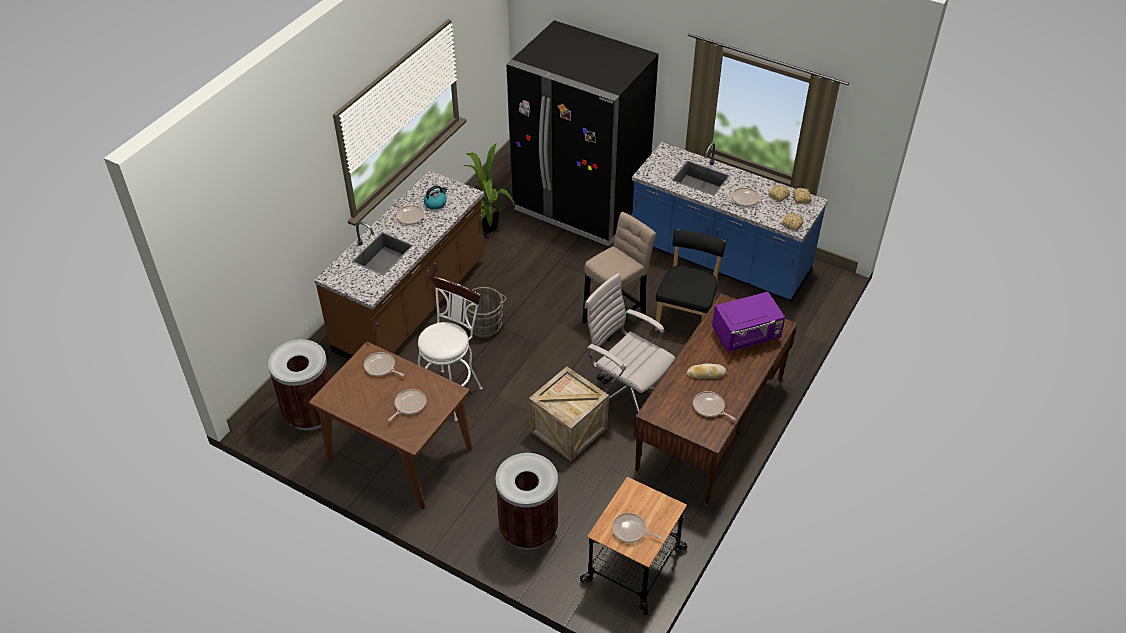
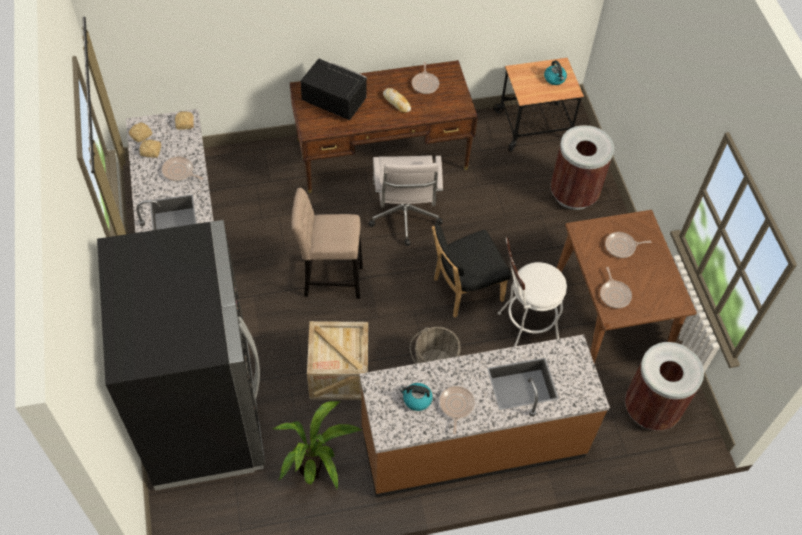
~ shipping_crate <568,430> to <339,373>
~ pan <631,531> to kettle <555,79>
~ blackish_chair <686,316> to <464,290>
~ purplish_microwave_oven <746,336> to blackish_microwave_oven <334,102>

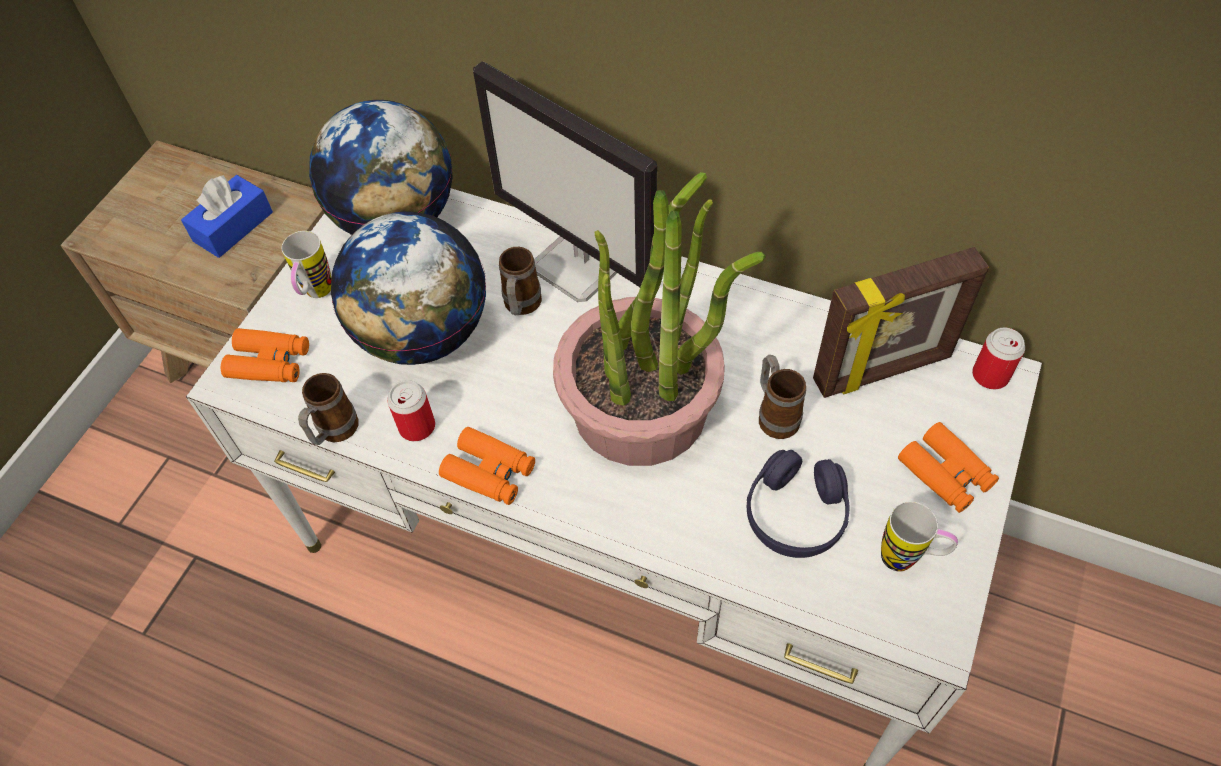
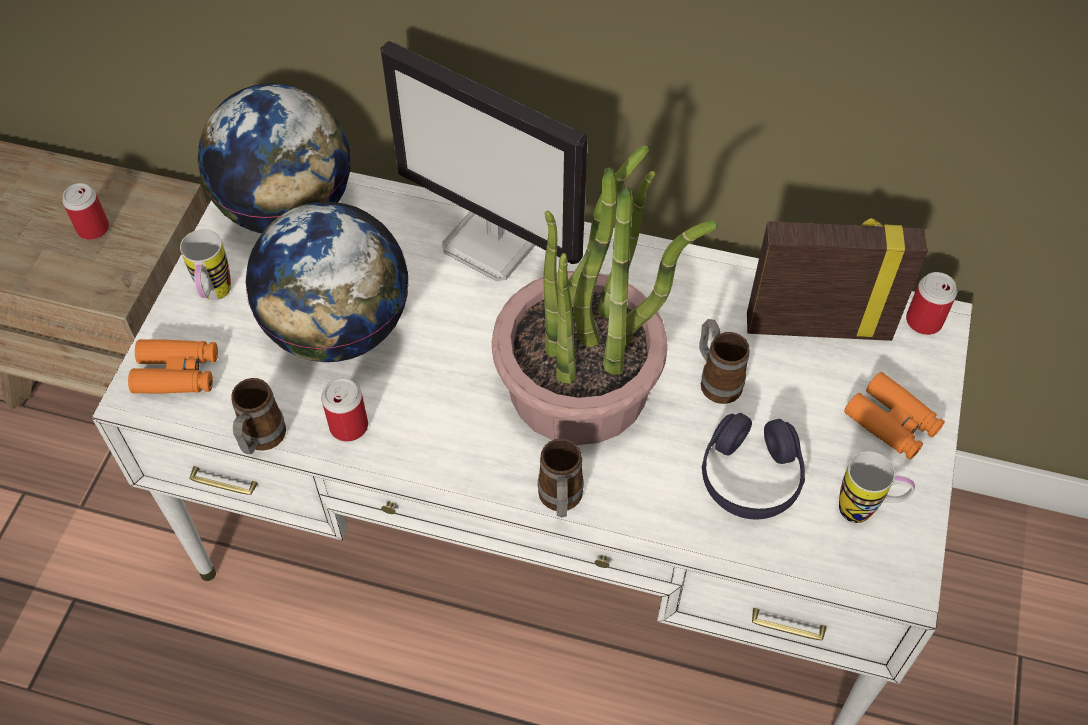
~ blue-coloured_tissue_holder <233,227> to sealed_can <93,228>
- orangey_pair_of_binoculars <489,472>
~ coffee_mug <521,307> to <560,501>
~ picture_frame <883,371> = <818,326> 150 degrees counterclockwise

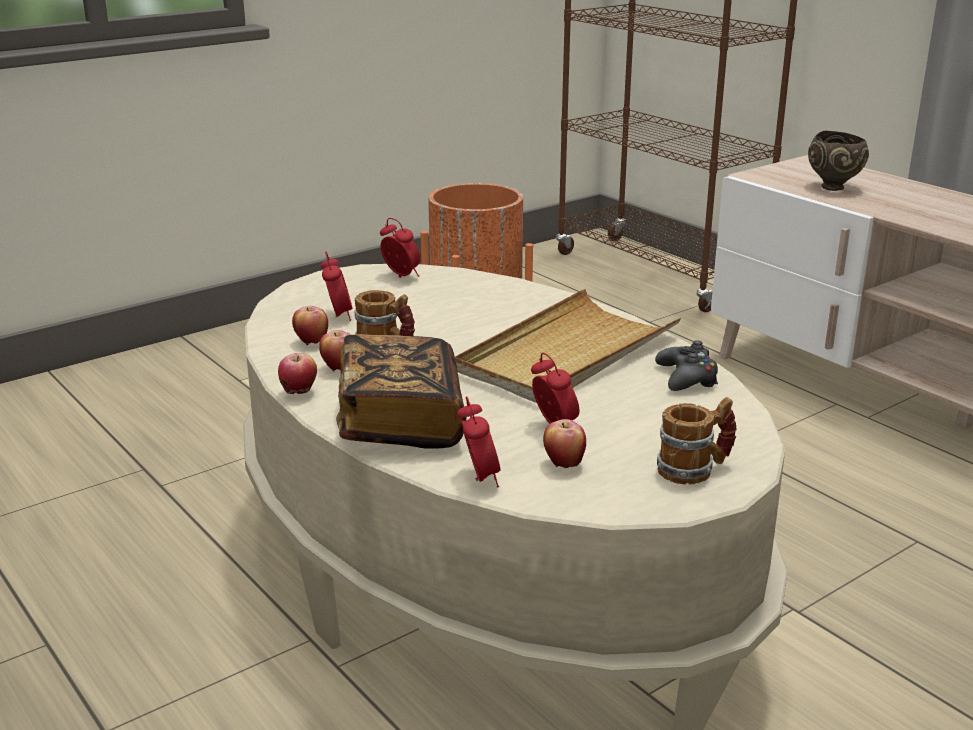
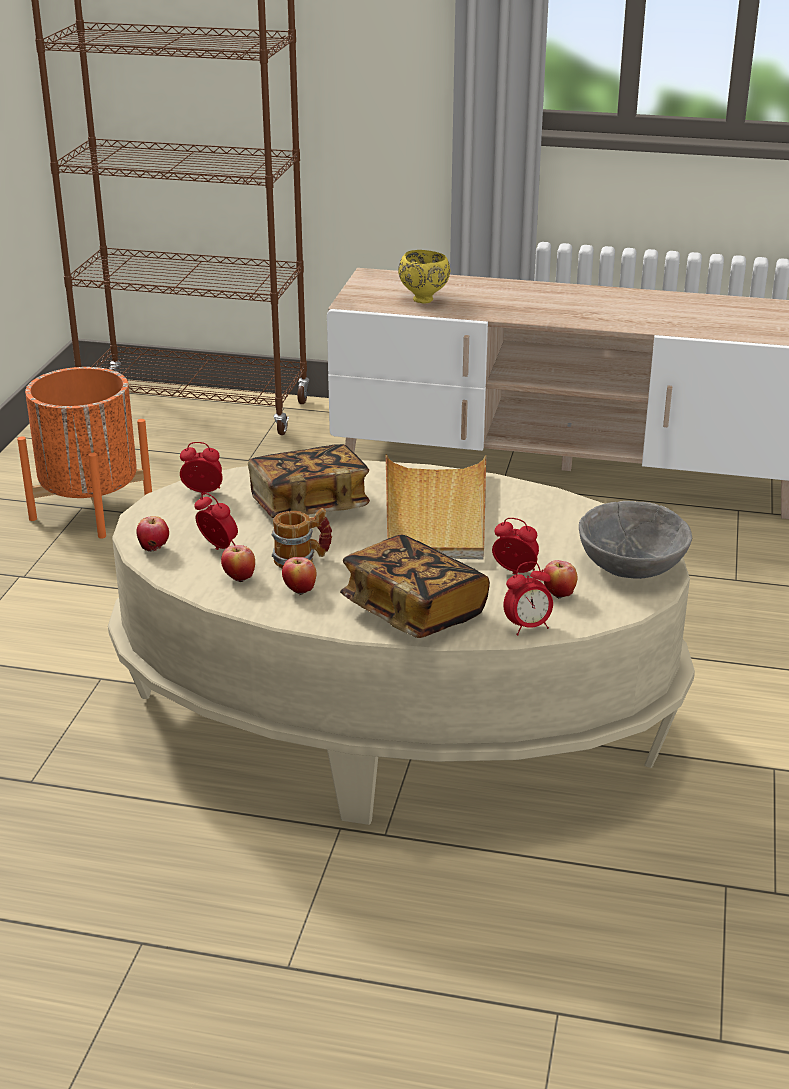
~ whole_apple <299,393> to <154,549>
~ table_clock <479,479> = <527,627> 120 degrees clockwise
- blackish_gamepad <686,378>
~ coffee_mug <695,469> to grey_serving_bowl <632,564>
~ brownish_serving_bowl <834,188> to yellow-coloured_serving_bowl <424,300>
+ volume <309,505>

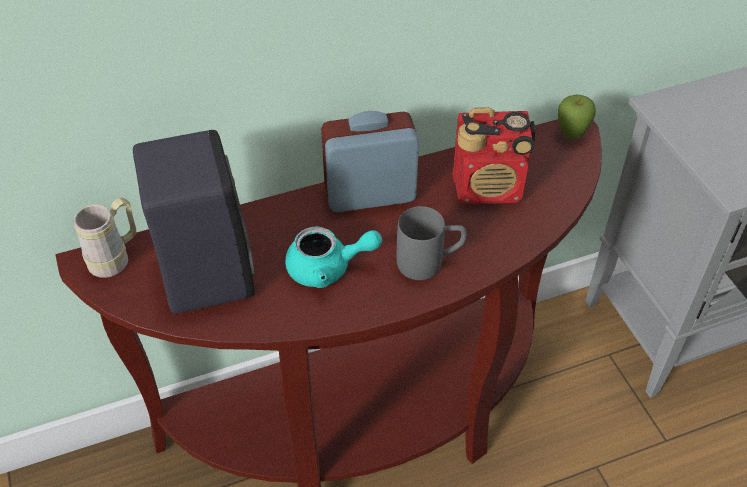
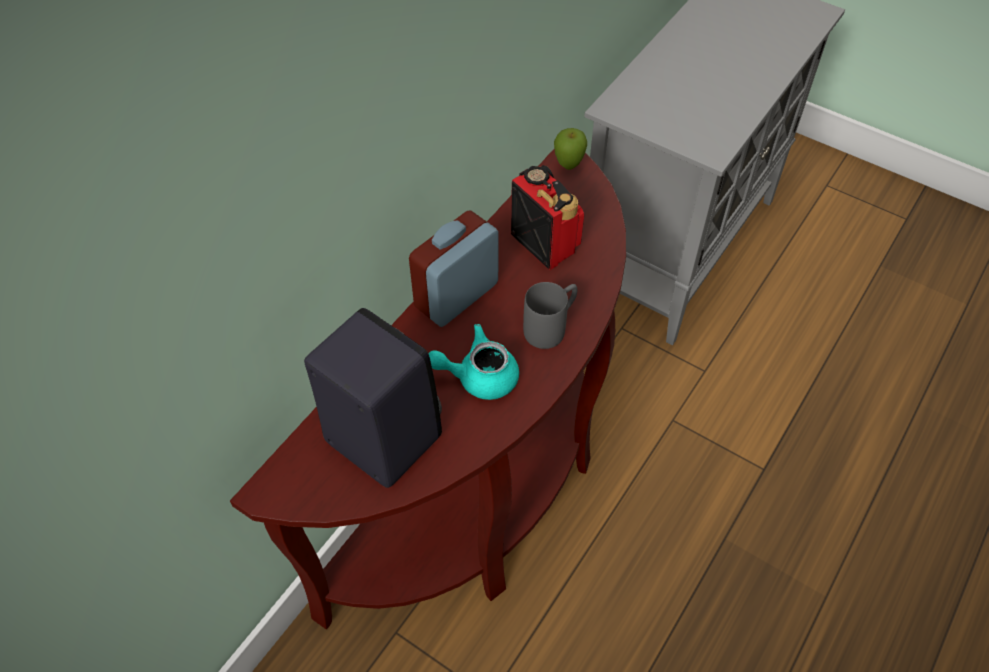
- sand-coloured_coffee_mug <116,258>
~ turquoise_tea_pot <328,268> = <478,376> 150 degrees counterclockwise
~ radio_receiver <489,188> = <544,242> 90 degrees counterclockwise

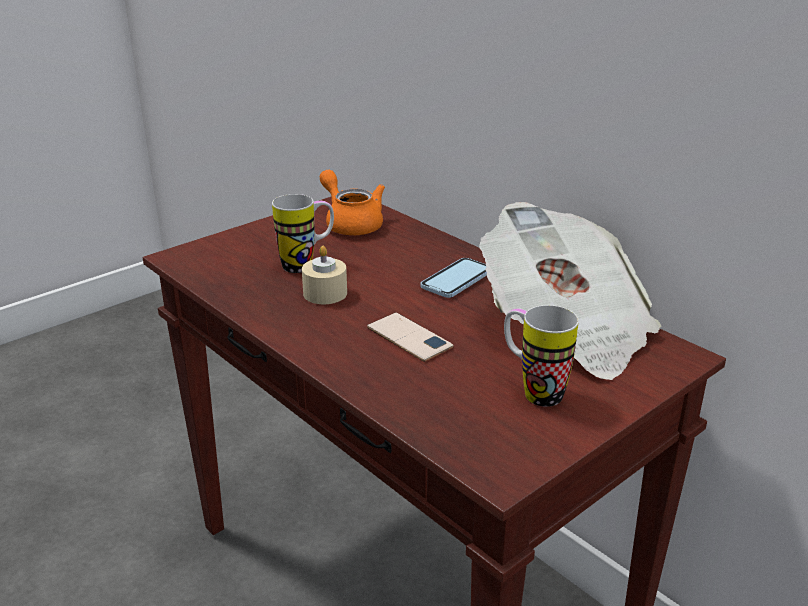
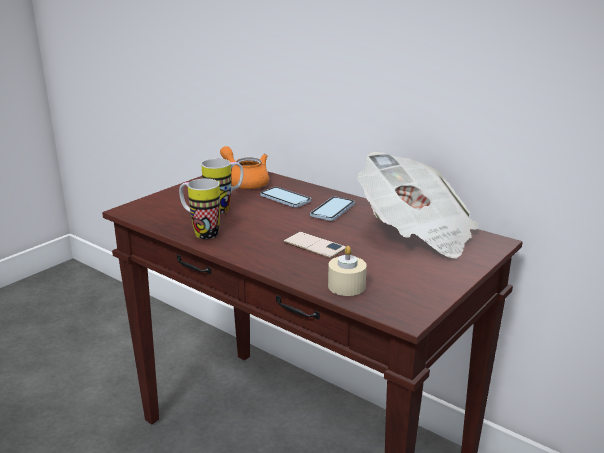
~ sand-coloured_wax_light <325,293> to <346,286>
~ coffee_mug <532,390> to <200,232>
+ handset <285,199>

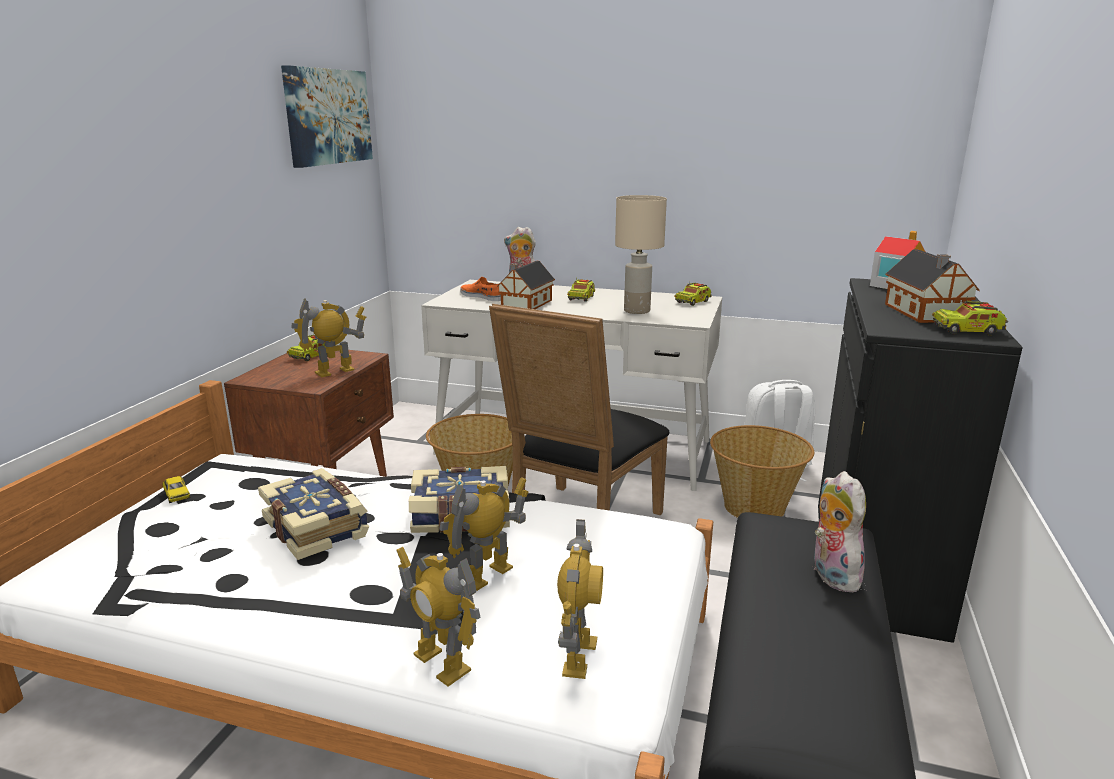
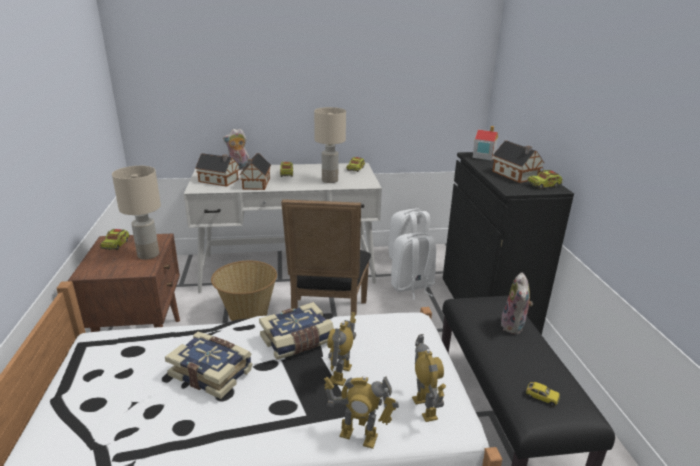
~ model_car <177,494> to <542,397>
- picture <328,116>
~ robot_figure <335,371> to sand-coloured_table_lamp <148,255>
~ orangey_shoe <481,296> to miniature_house <219,181>
~ basket <754,508> to white-coloured_knapsack <412,287>
~ plush_toy <830,575> = <514,326> 135 degrees counterclockwise

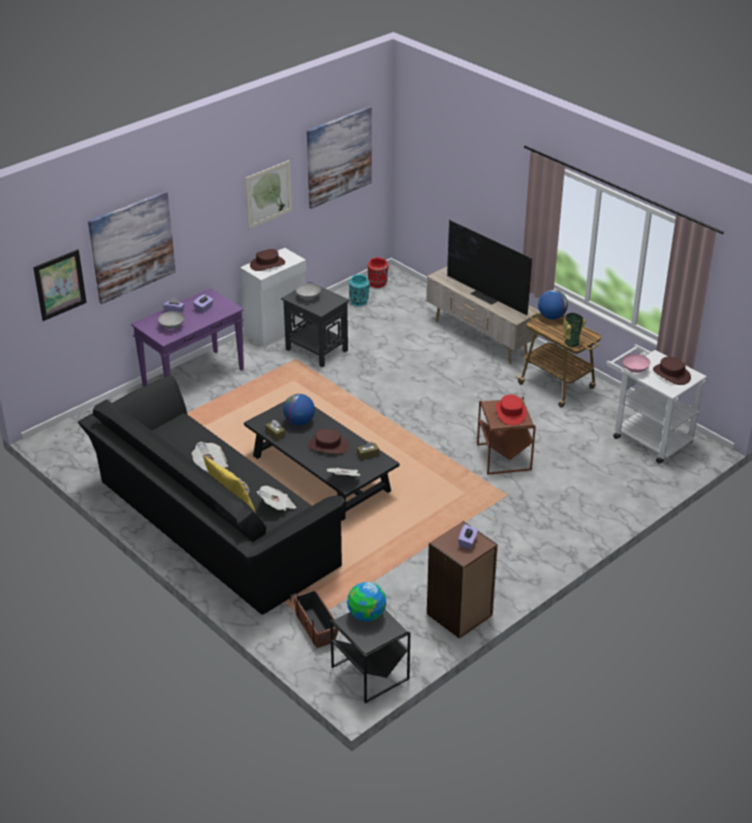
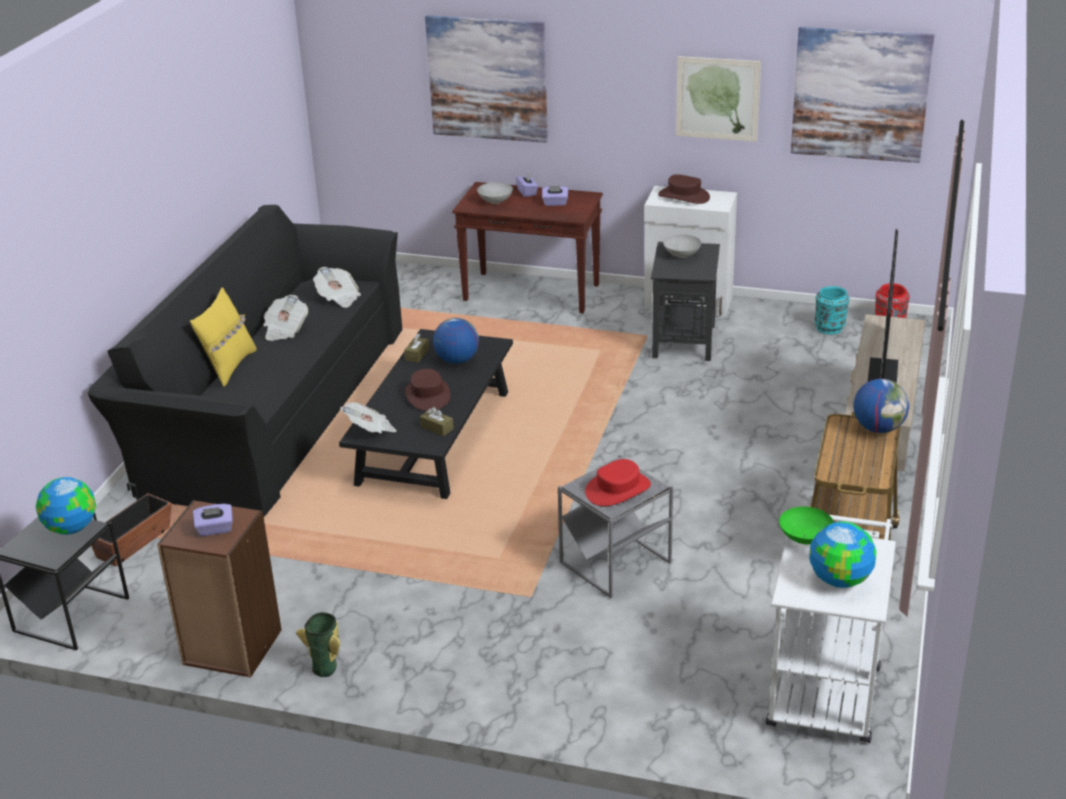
- picture <60,284>
~ purplish_narrow_table <194,377> to brownish_narrow_table <532,293>
~ newspaper <277,506> to <338,298>
~ brownish_side_table <504,457> to grey_side_table <616,563>
~ vase <571,342> to <326,666>
~ pink-coloured_serving_bowl <635,370> to green-coloured_serving_bowl <806,539>
~ brownish_wearable_hat <671,374> to world_globe <839,579>

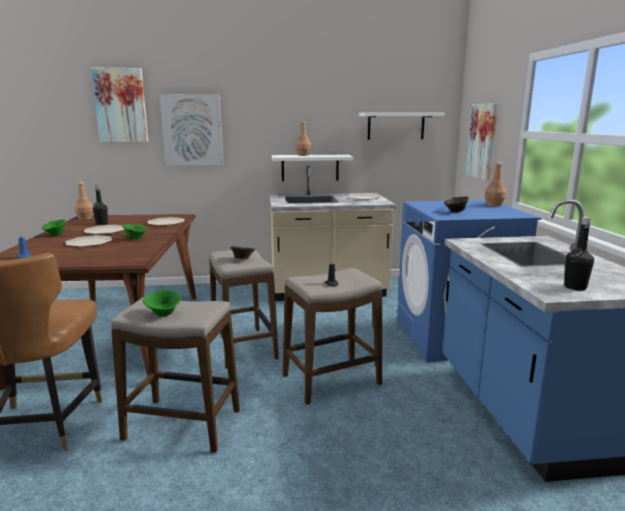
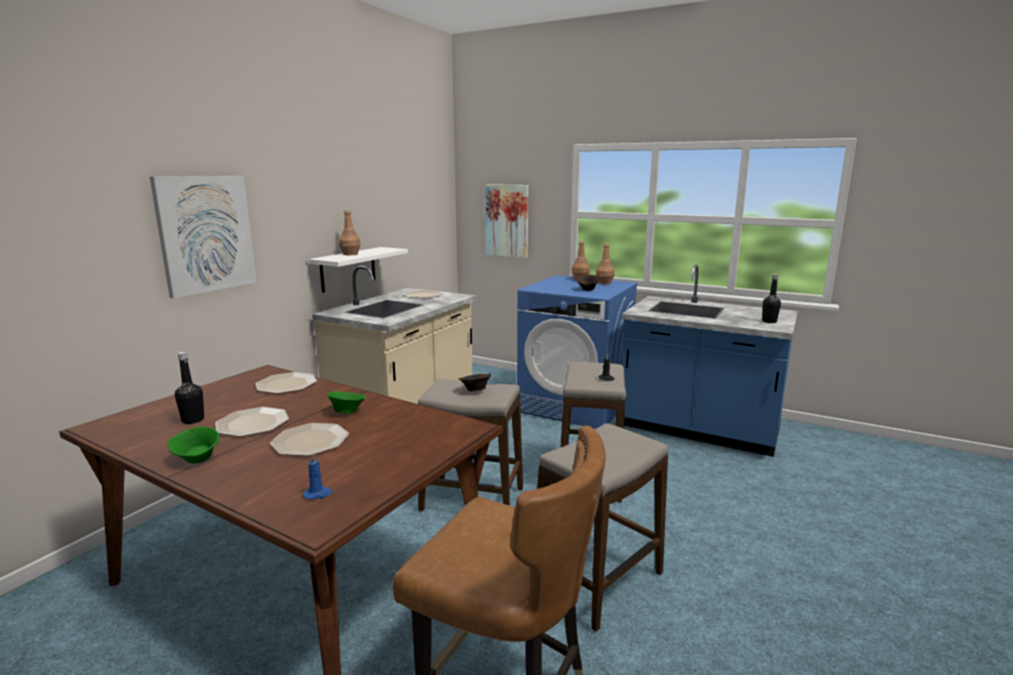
~ brownish_beverage_bottle <85,218> to <604,283>
- picture <121,105>
- green-coloured_serving_bowl <164,314>
- white-coloured_shelf <396,126>

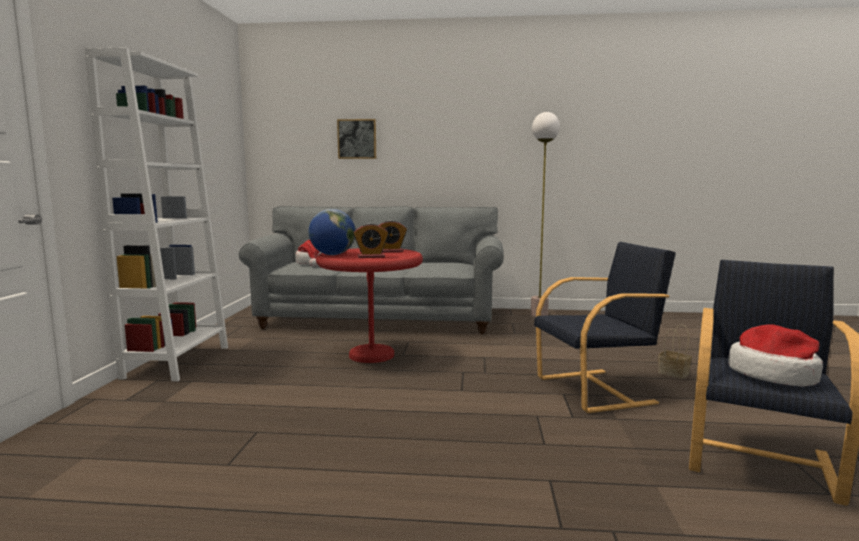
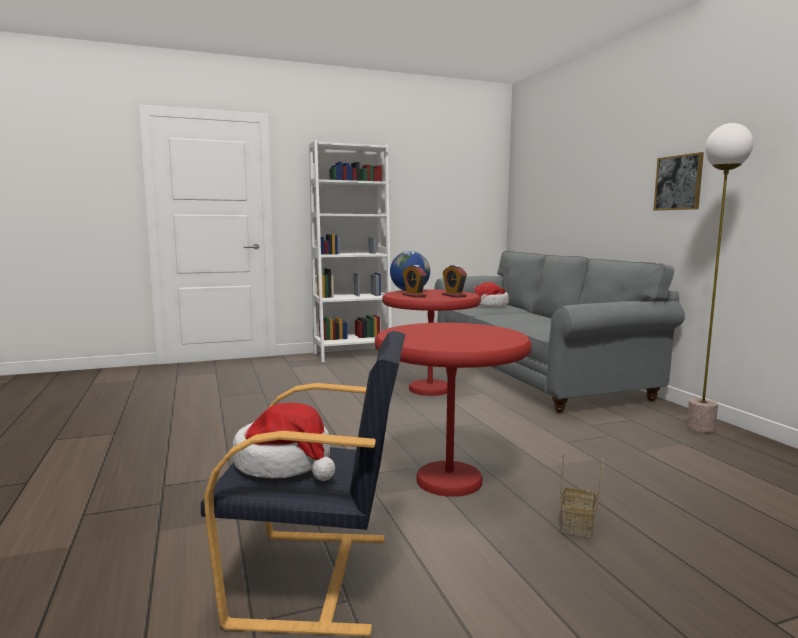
~ picture <357,139> to <678,182>
~ blackish_easy_chair <597,390> to reddish_side_table <449,480>

